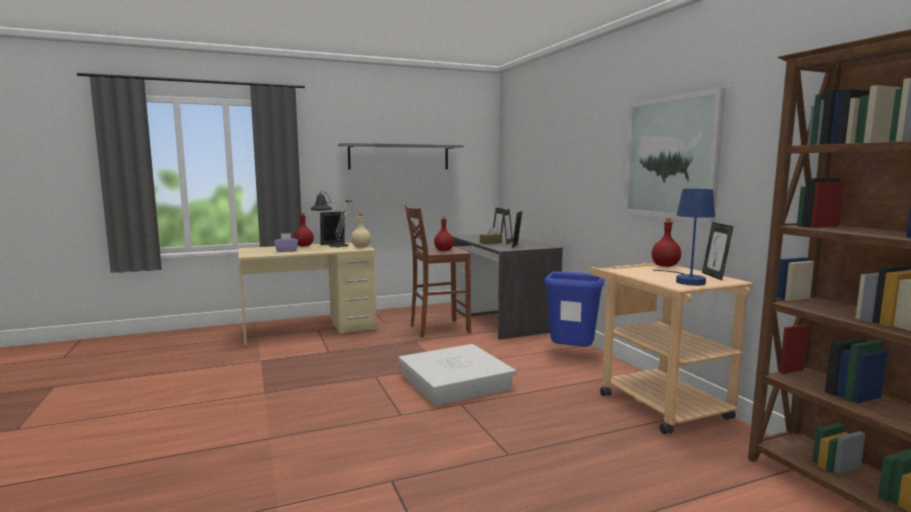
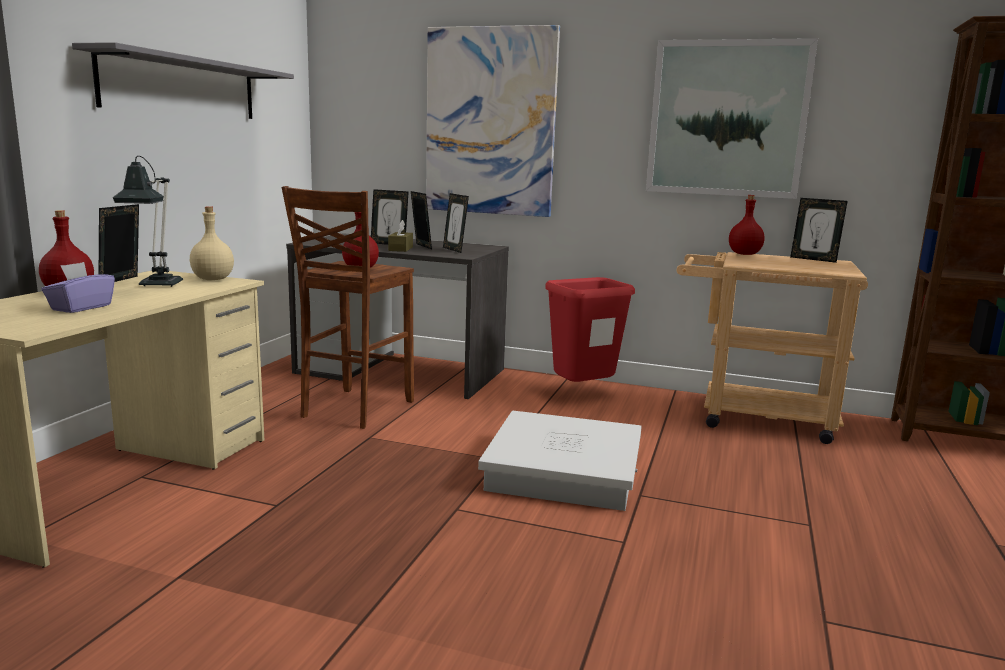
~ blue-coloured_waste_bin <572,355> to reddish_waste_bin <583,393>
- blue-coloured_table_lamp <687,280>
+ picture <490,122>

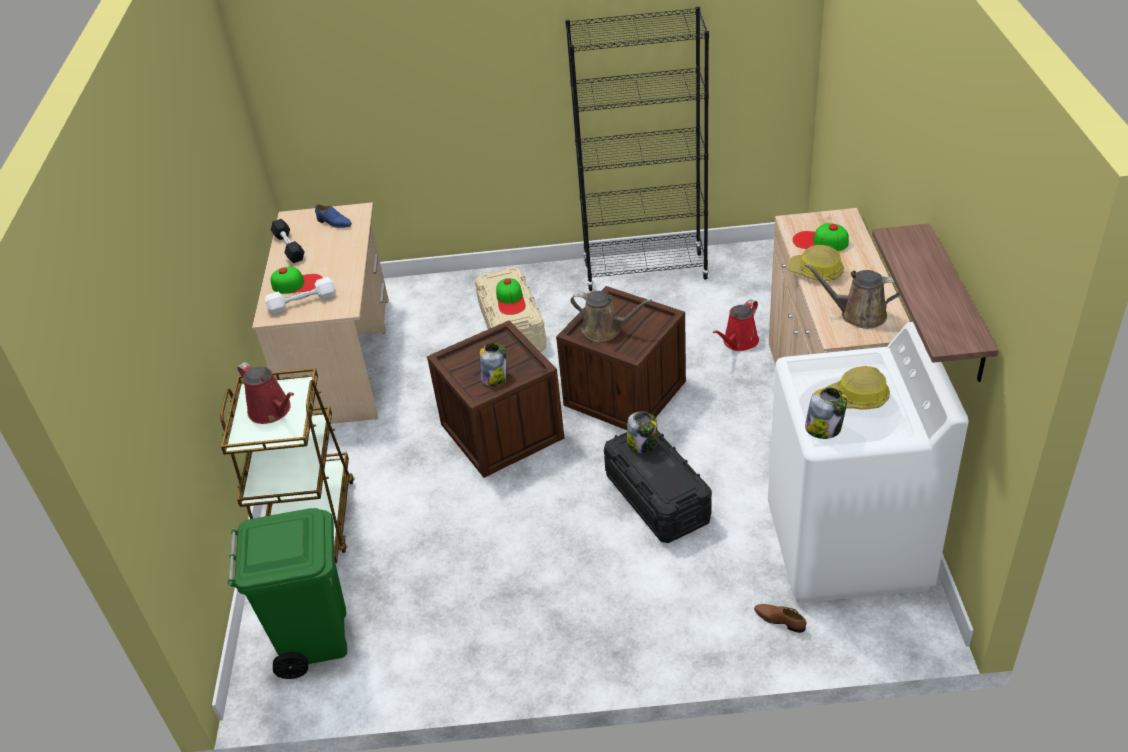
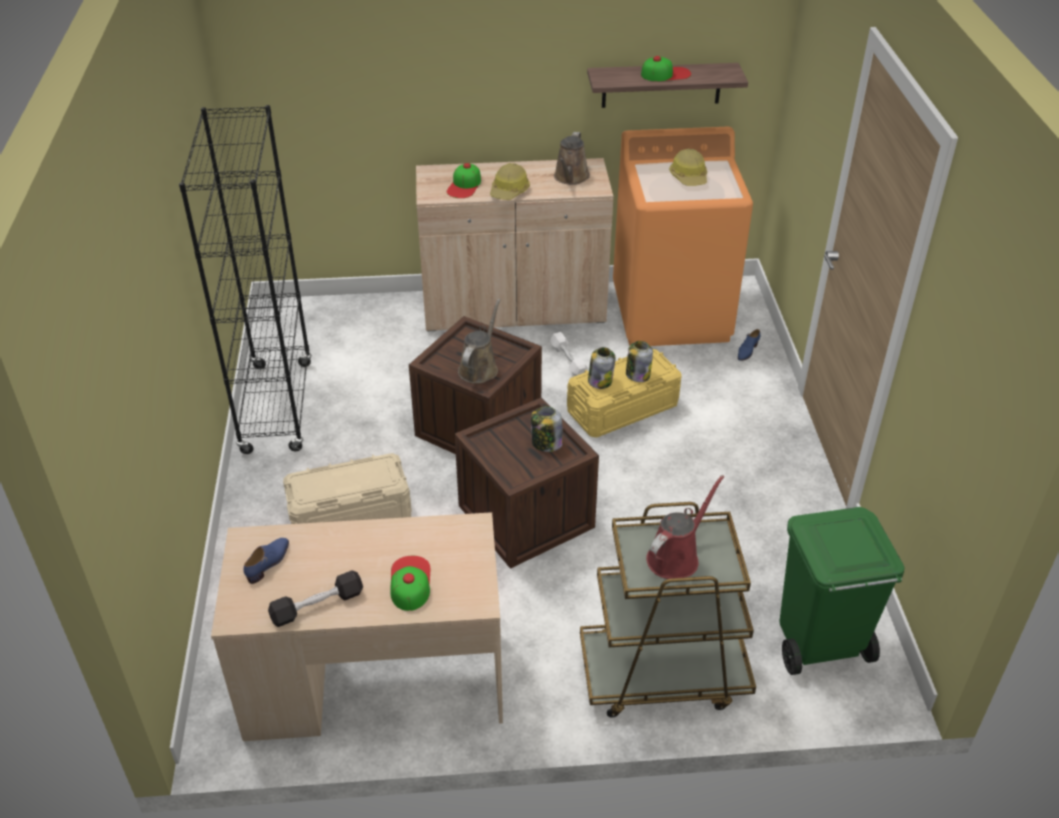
~ white-coloured_hand_weight <302,302> to <568,361>
~ baseball_cap <510,300> to <666,74>
~ blackish_storage_bin <657,498> to yellow-coloured_storage_bin <623,408>
- reddish_watering_can <738,342>
~ brownish_shoe <779,620> to blue-coloured_shoe <747,351>
~ white-coloured_washing_machine <847,546> to orangey_washing_machine <672,313>
~ preserve_jar <824,428> to <637,374>

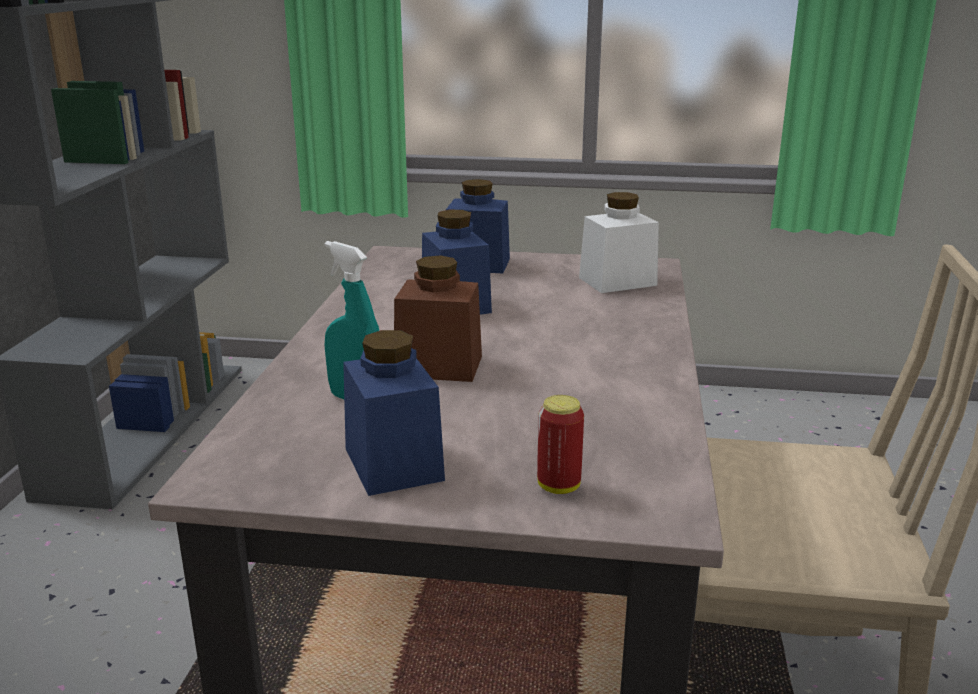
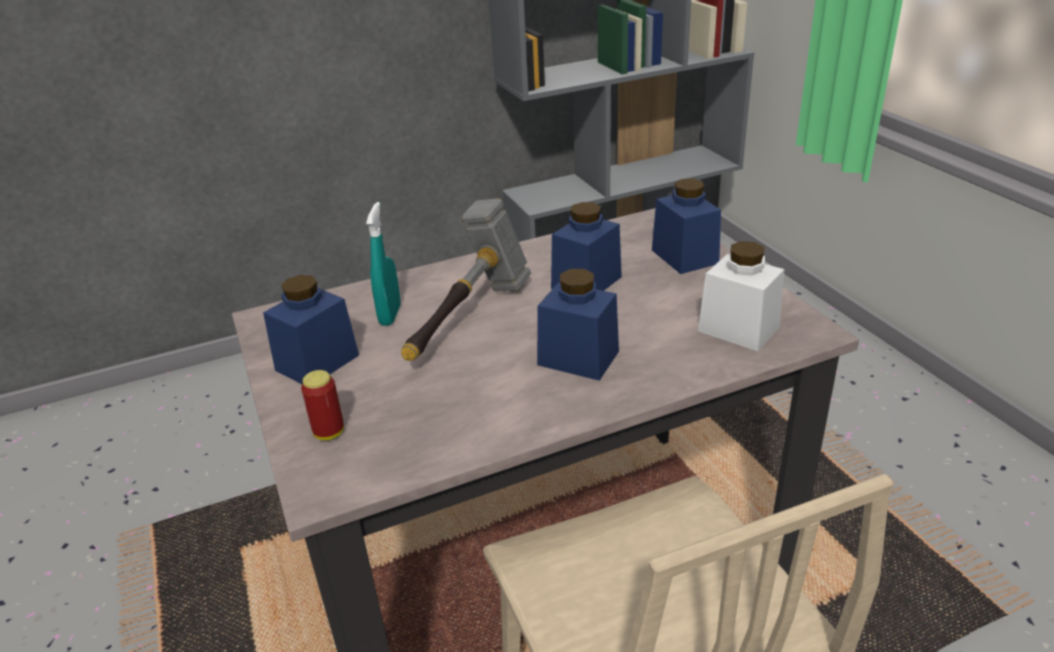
~ brownish_preserve_jar <439,366> to hand_hammer <469,321>
+ blue-coloured_preserve_jar <578,358>

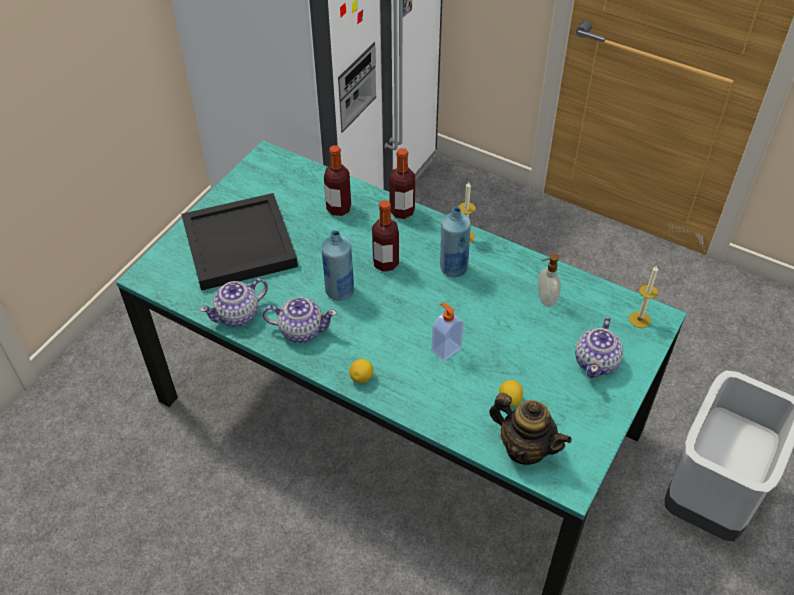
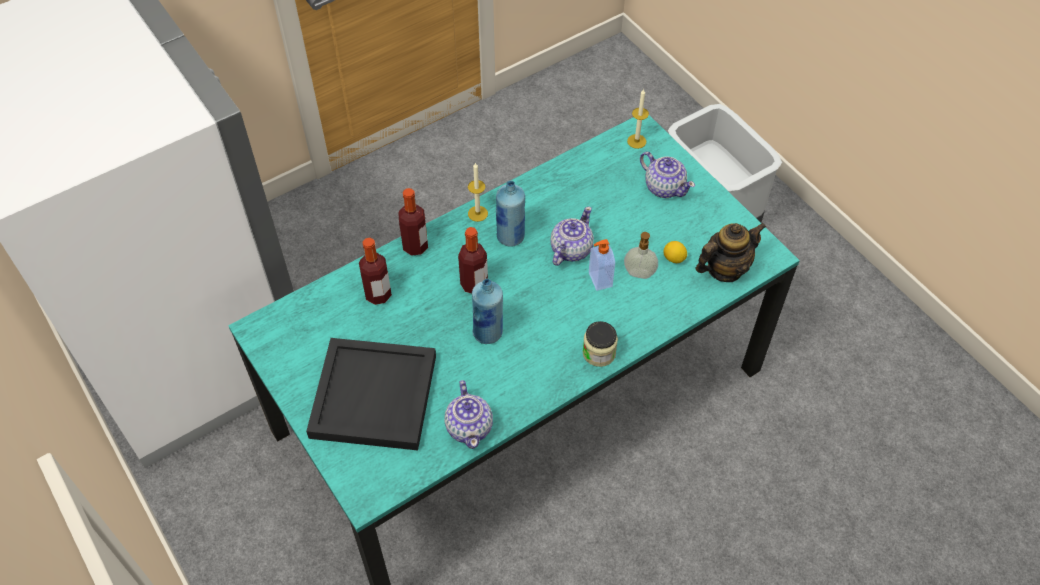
~ tea_pot <301,330> to <570,250>
~ lemon <362,377> to preserve_jar <599,353>
~ soap_bottle <545,299> to <639,274>

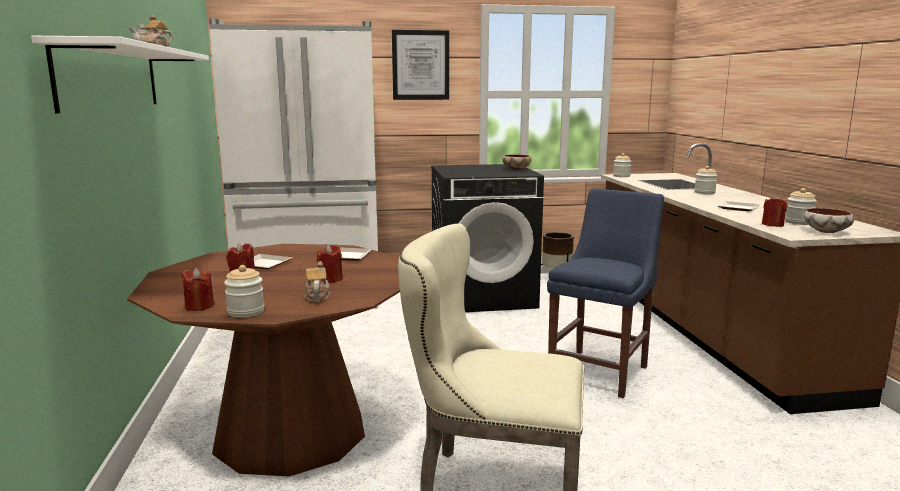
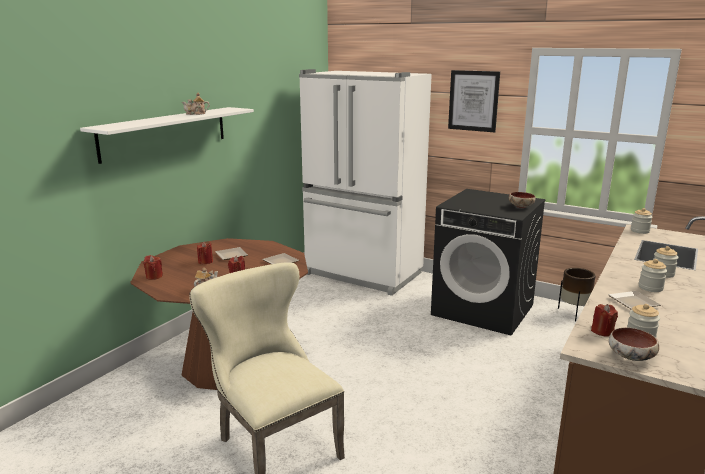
~ preserve_jar <246,312> to <650,288>
- blue-coloured_chair <601,371>

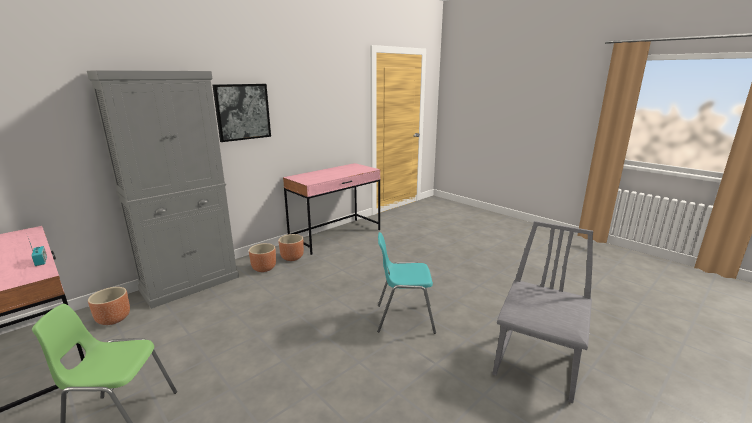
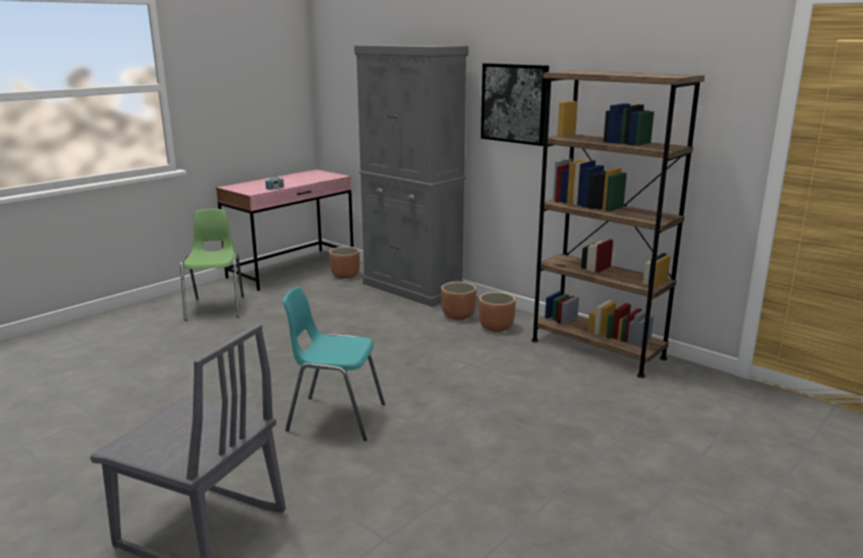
~ pink-coloured_desk_unit <336,235> to brownish_bookcase <597,349>
~ turquoise_chair <404,318> = <335,417> 75 degrees counterclockwise

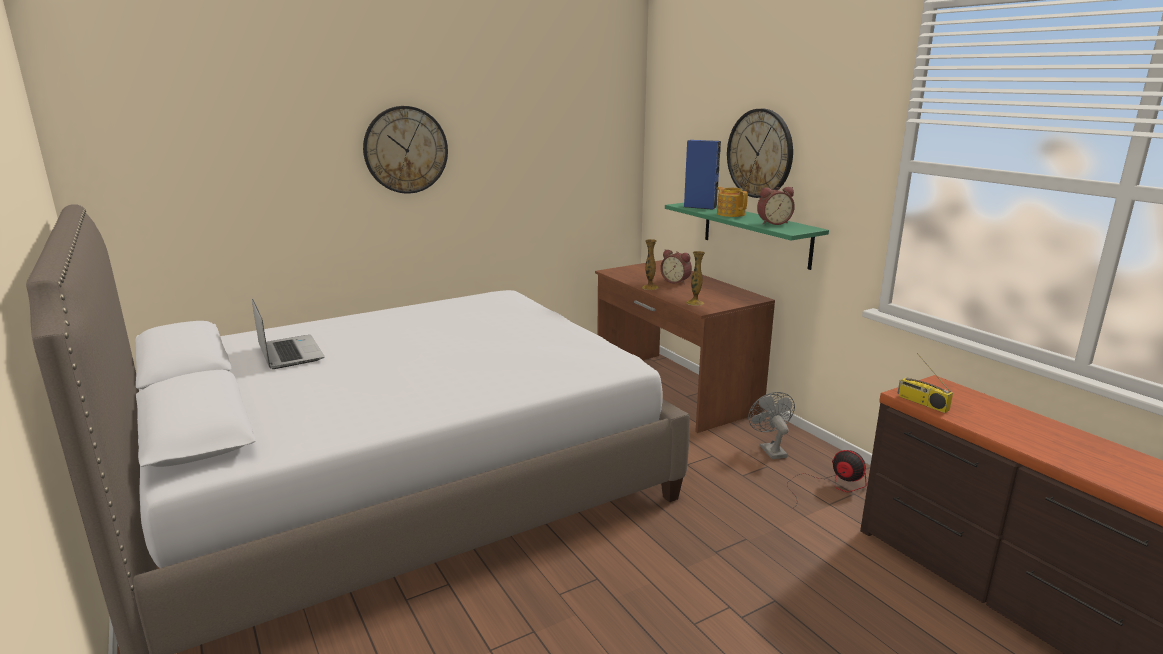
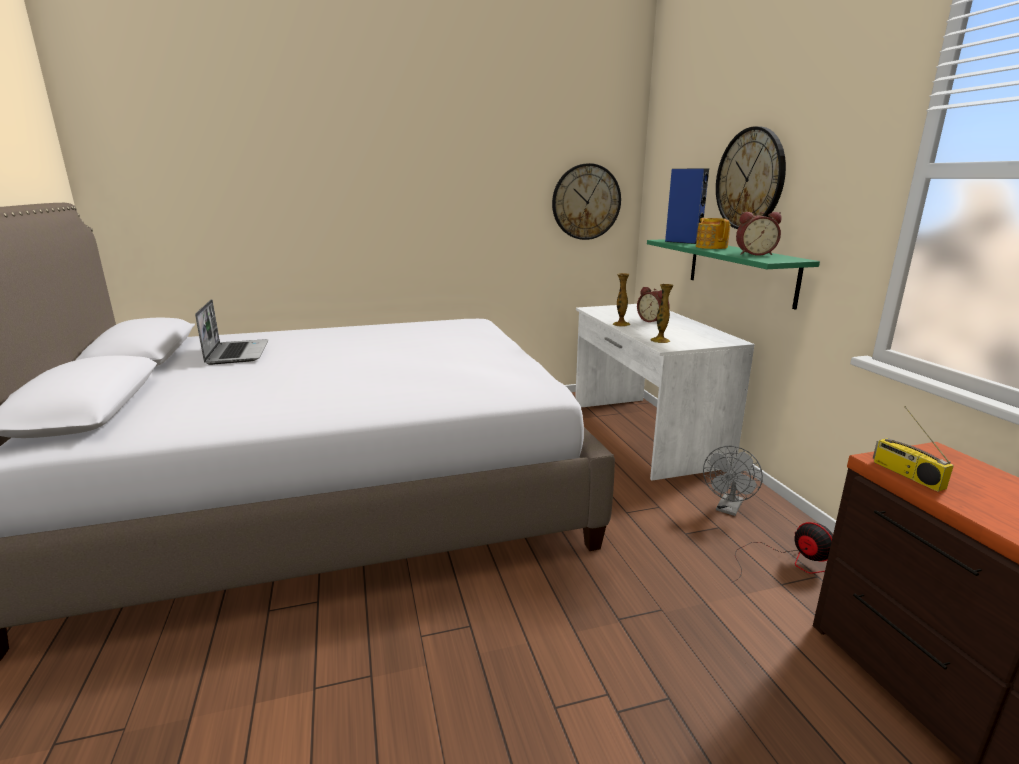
~ wall_clock <405,150> to <586,202>
~ brownish_desk_unit <673,389> to white-coloured_desk_unit <644,434>
~ grey_cooling_fan <770,449> = <728,509> 150 degrees counterclockwise

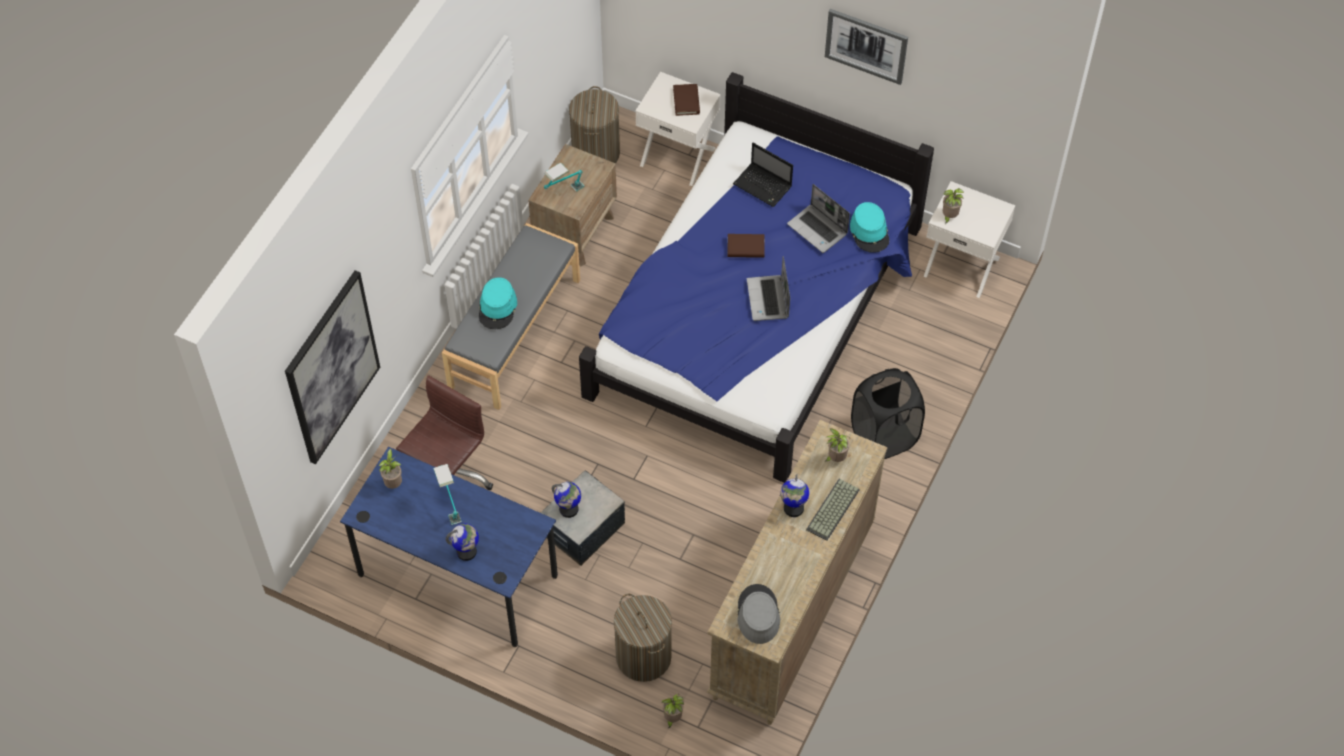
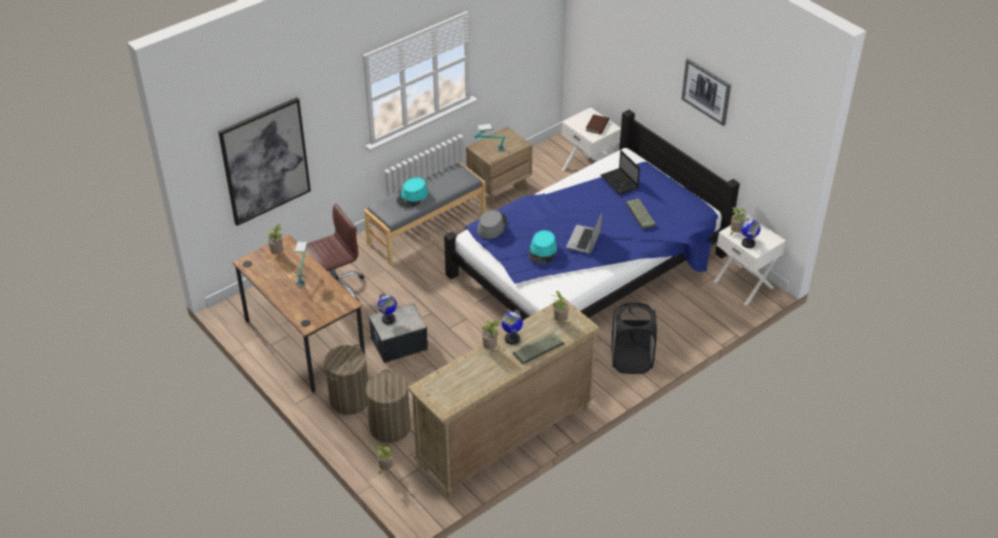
~ blue-coloured_desk_unit <457,575> to brownish_desk_unit <304,341>
~ world_globe <466,552> to <748,244>
~ washing_basket <595,153> to <349,400>
- brownish_volume <745,247>
~ grey_wearable_hat <758,614> to <492,226>
~ notebook_computer <818,229> to keyboard <641,214>
~ turquoise_wearable_hat <869,231> to <542,251>
+ potted_plant <490,348>

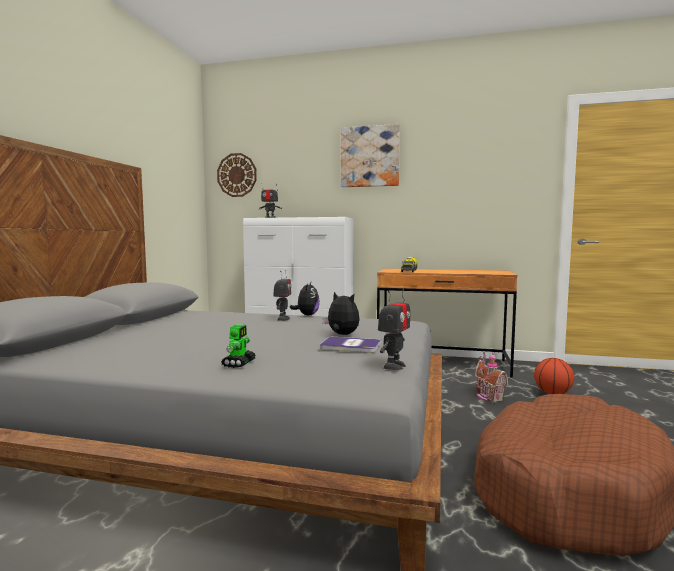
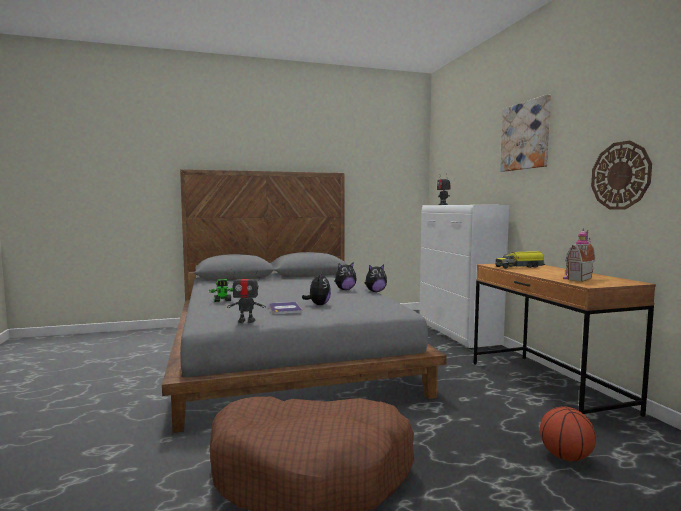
~ wall_clock <237,175> to <620,175>
~ robot_figure <283,319> to plush_toy <345,289>
~ miniature_house <487,397> to <576,279>

